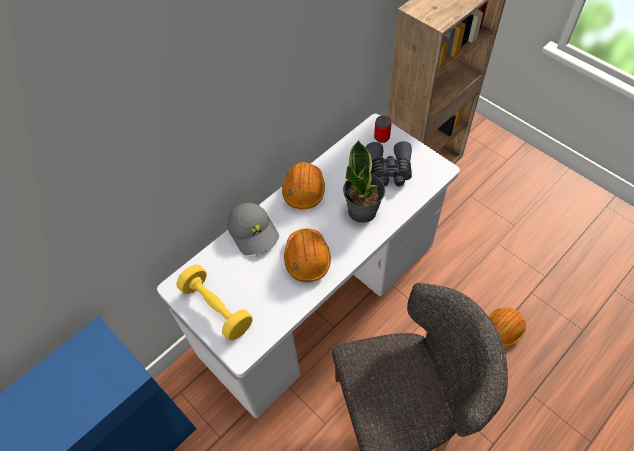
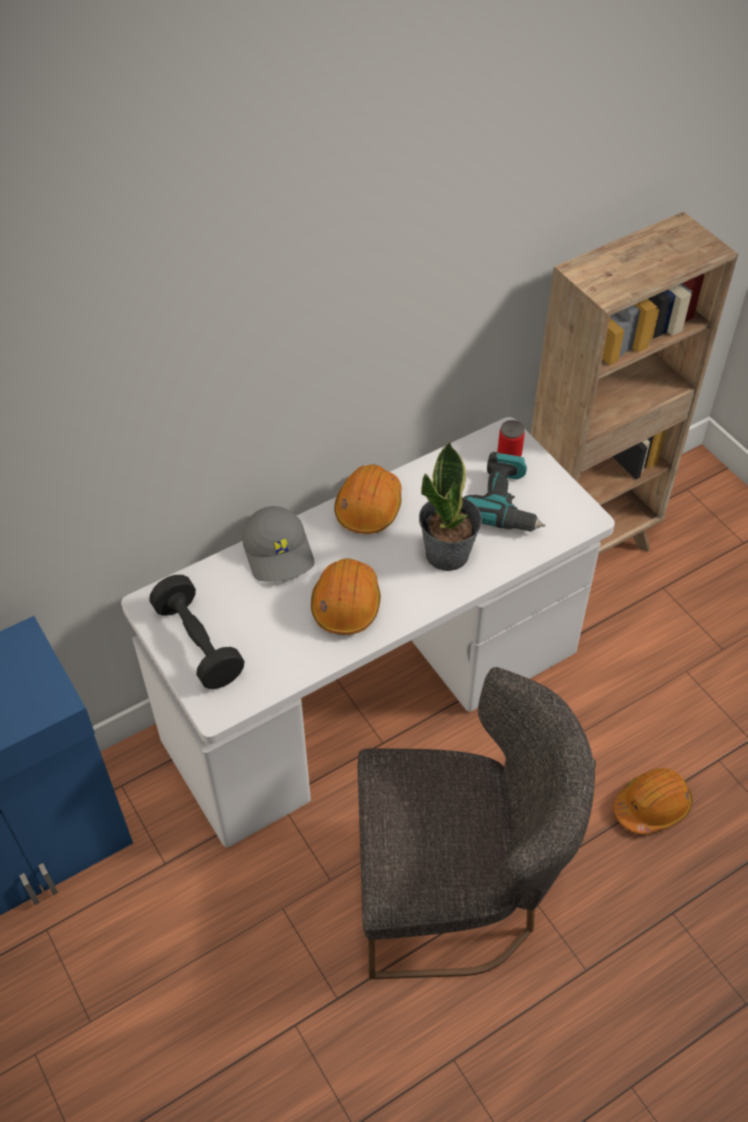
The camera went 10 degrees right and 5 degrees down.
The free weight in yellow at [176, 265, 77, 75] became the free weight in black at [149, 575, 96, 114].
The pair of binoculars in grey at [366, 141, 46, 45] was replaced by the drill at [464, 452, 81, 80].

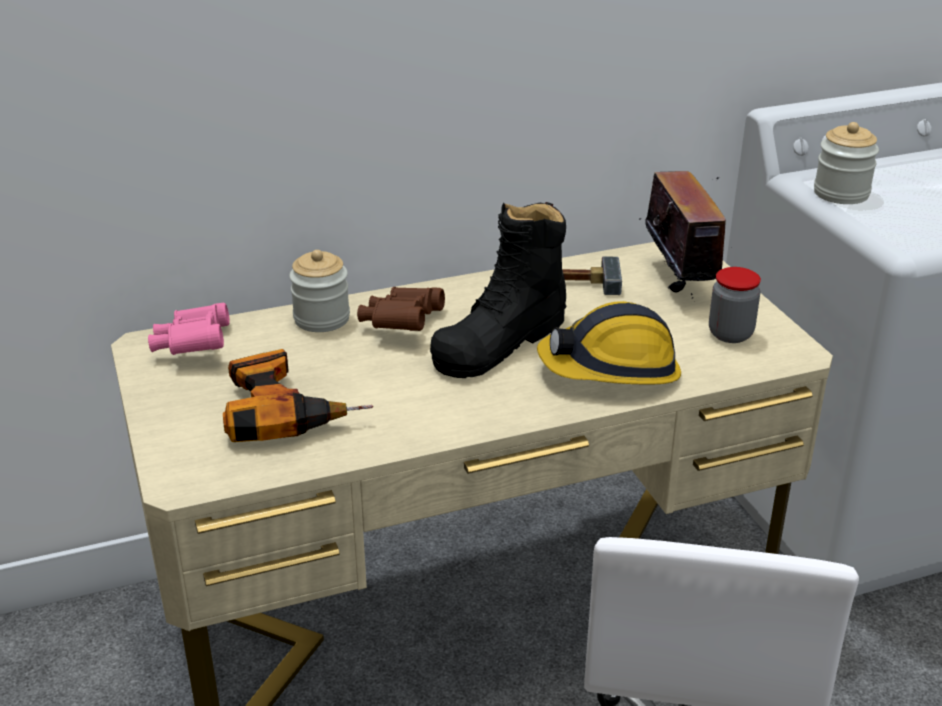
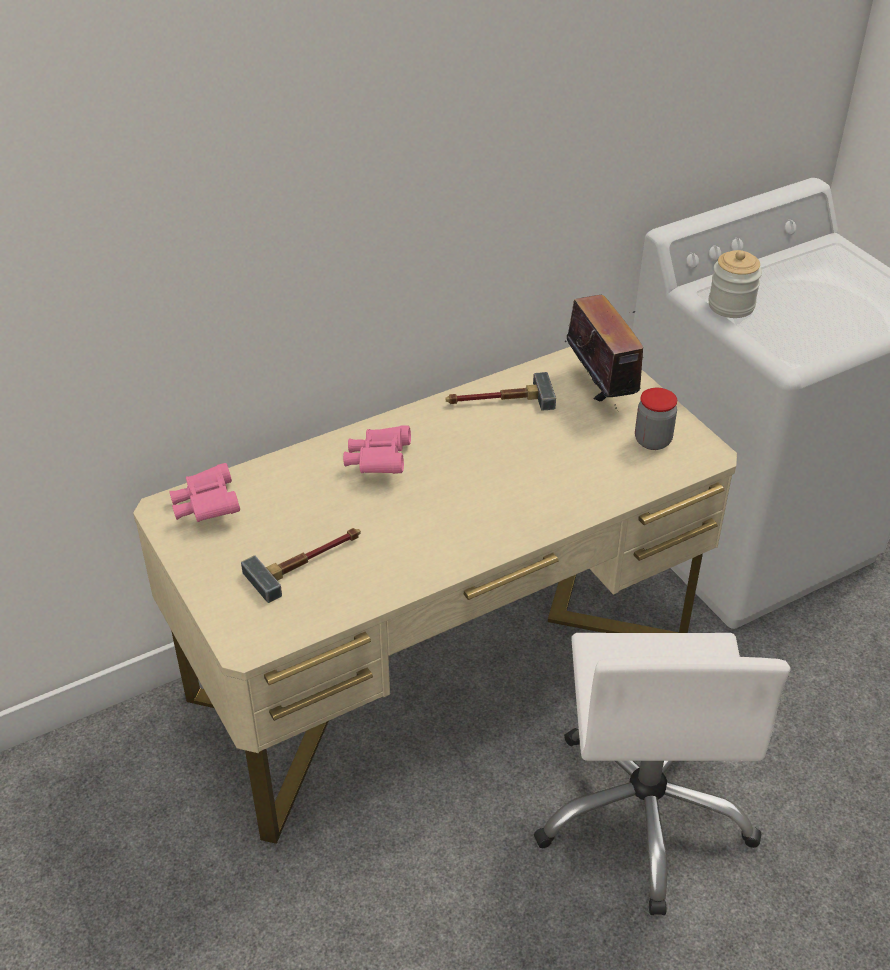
The camera went 10 degrees left and 10 degrees up.
The drill at [223, 349, 150, 93] was replaced by the hand hammer at [241, 528, 120, 75].
The preserve jar at [289, 250, 61, 82] disappeared.
The pair of binoculars in brown-coloured at [357, 287, 88, 44] became the pair of binoculars in pink at [343, 426, 68, 48].
The boot in black at [430, 202, 136, 176] disappeared.
The work helmet at [537, 301, 144, 84] disappeared.

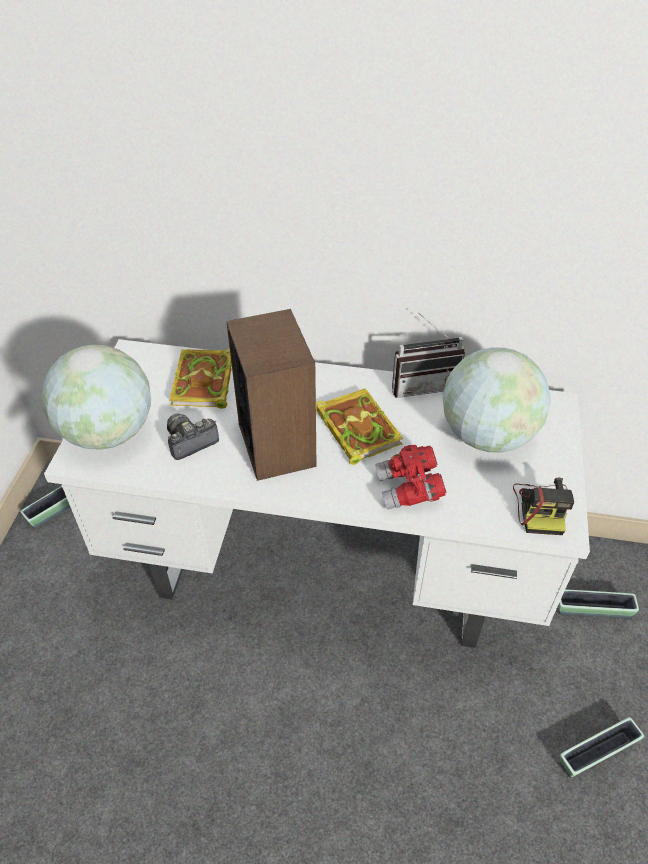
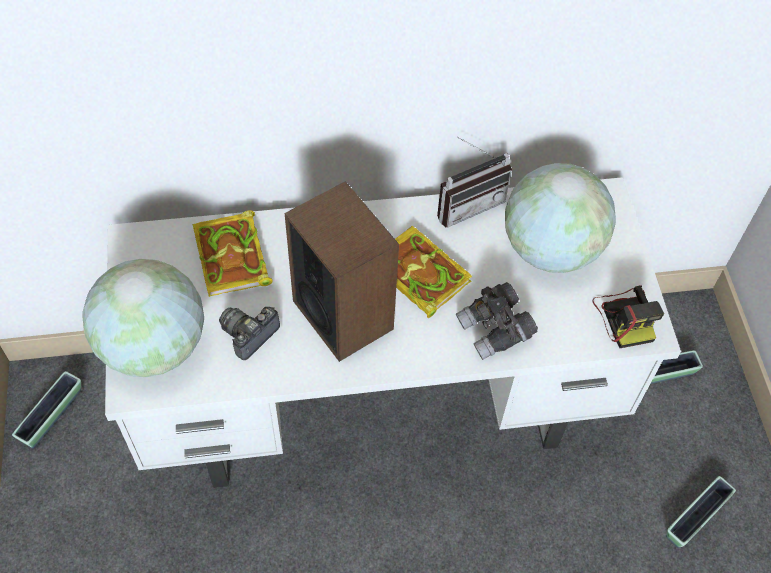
The camera went 20 degrees left and 10 degrees up.
The pair of binoculars in red-coloured at [375, 445, 72, 65] became the pair of binoculars in grey at [456, 282, 82, 78].

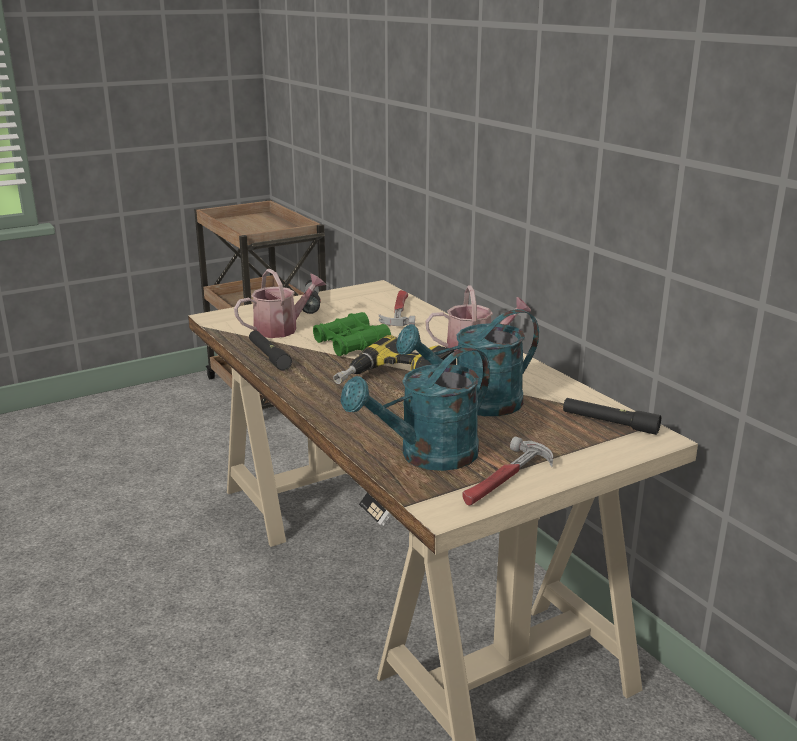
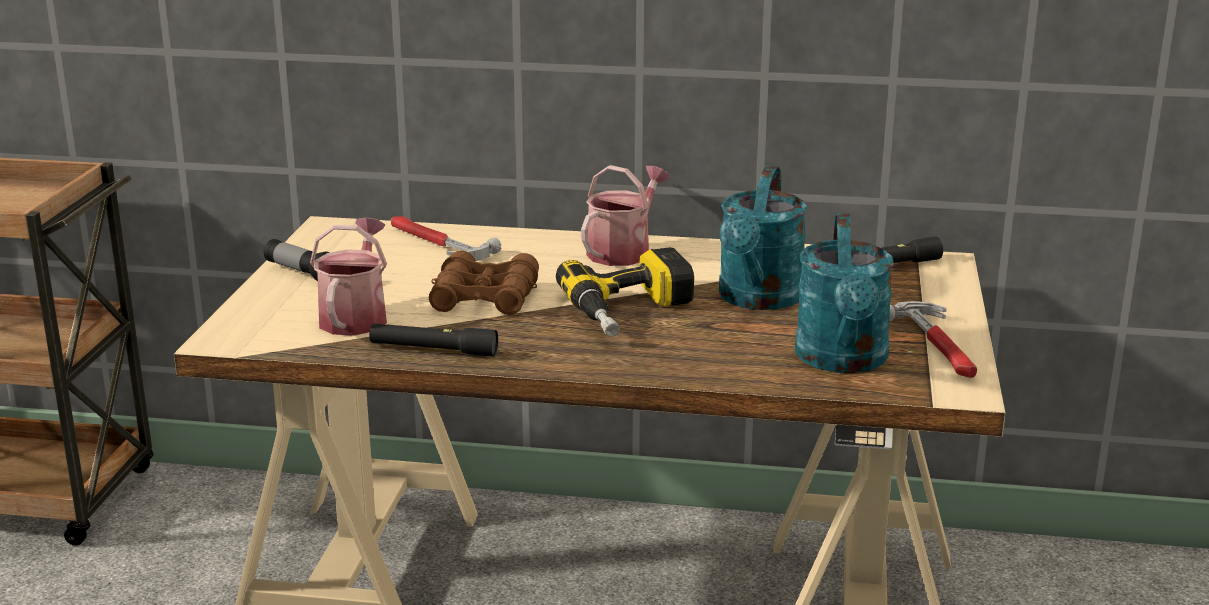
The camera went 50 degrees left and 0 degrees up.
The pair of binoculars in greenish at [313, 312, 78, 44] became the pair of binoculars in brown-coloured at [429, 250, 110, 65].

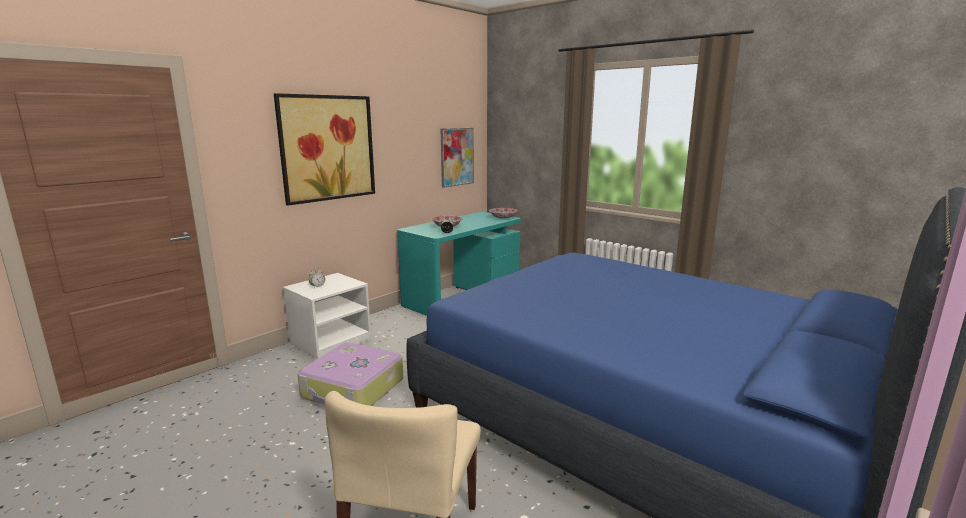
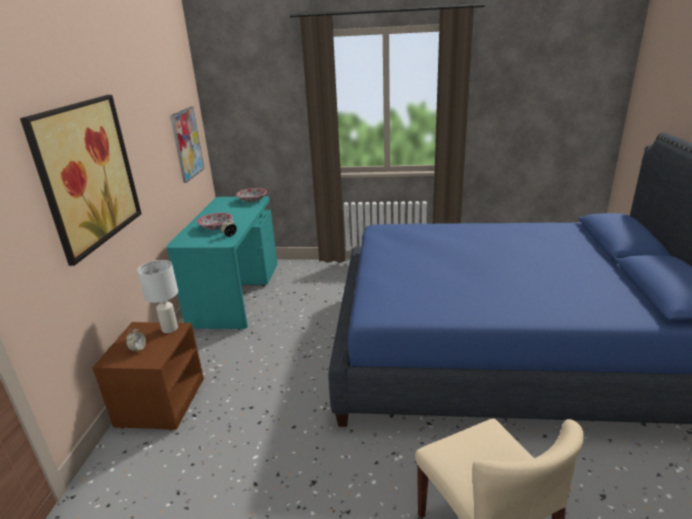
The camera went 35 degrees left and 10 degrees up.
The bedside table in white at [283, 273, 88, 86] became the bedside table in brown-coloured at [92, 322, 112, 109].
The piece of luggage at [298, 343, 105, 63] disappeared.
The table lamp in white at [137, 260, 41, 73] appeared.

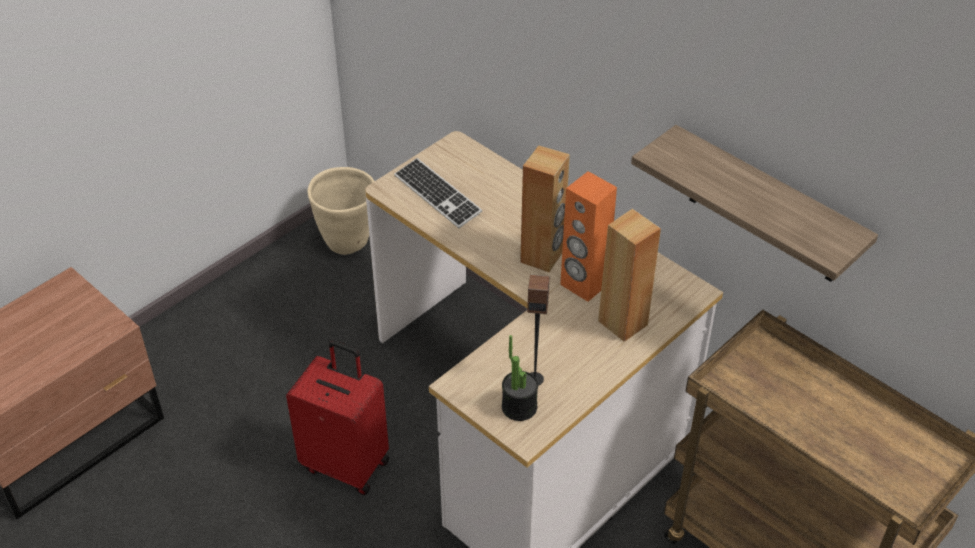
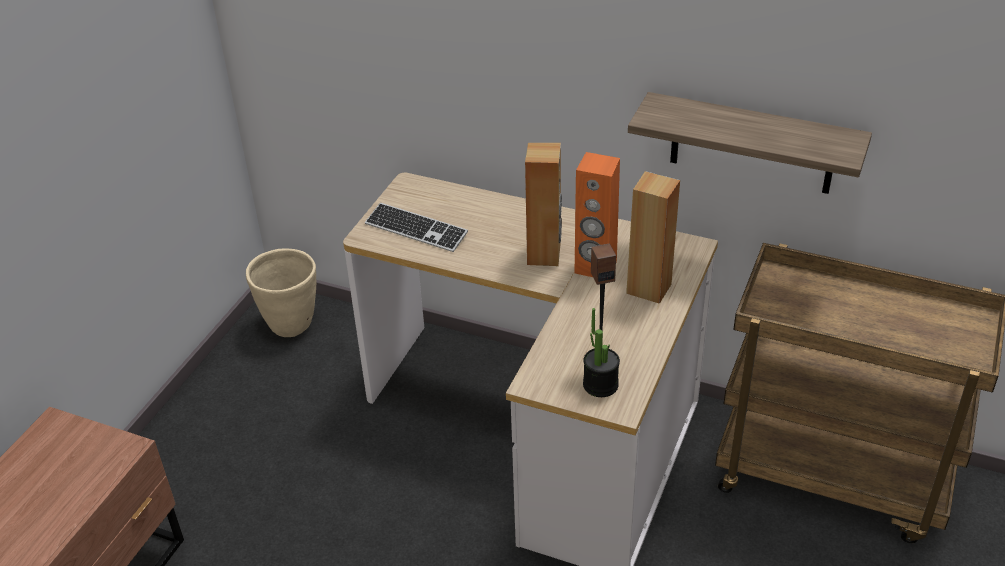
The camera went 20 degrees left and 5 degrees down.
The piece of luggage in red-coloured at [286, 340, 103, 155] disappeared.

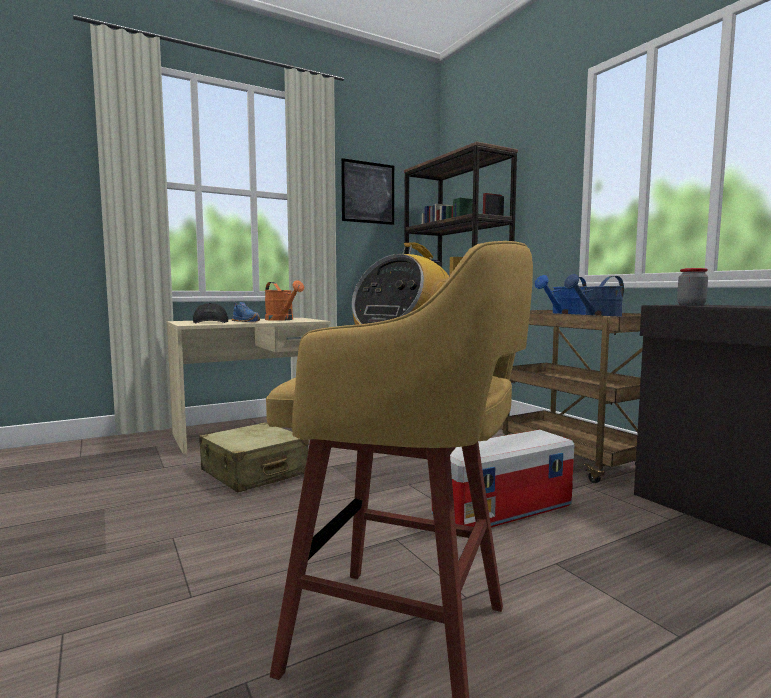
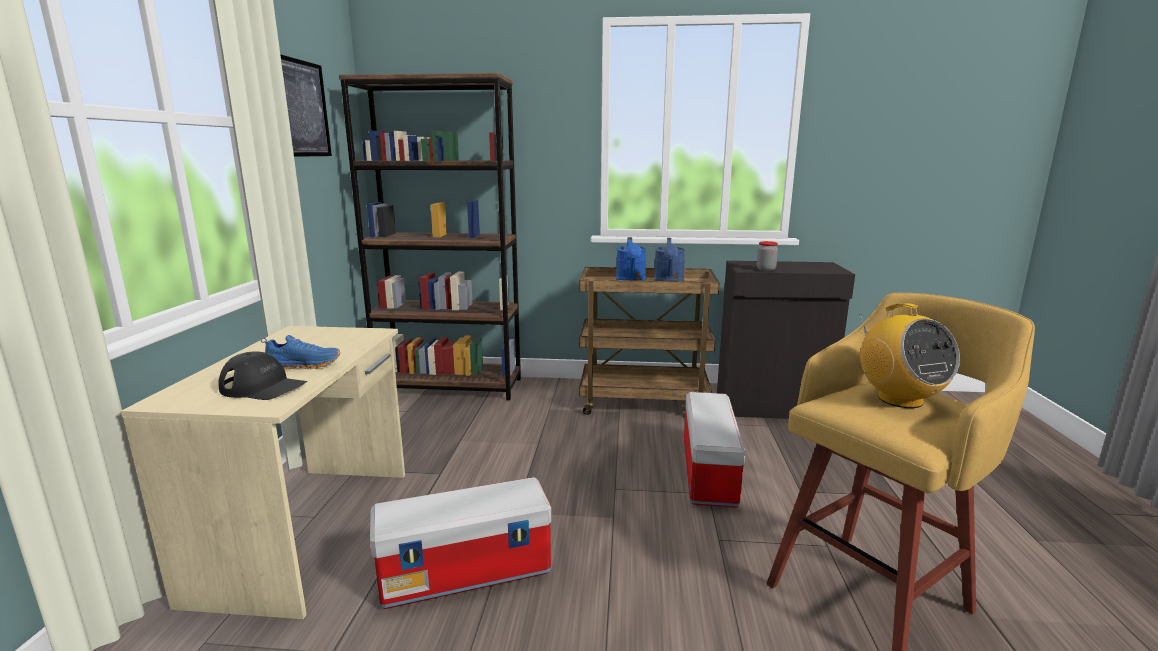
The camera went 55 degrees left and 10 degrees up.
The piece of luggage in beige-coloured at [199, 422, 110, 70] was replaced by the storage box at [370, 477, 181, 132].
The sprinkling can in orangey at [265, 280, 39, 41] disappeared.

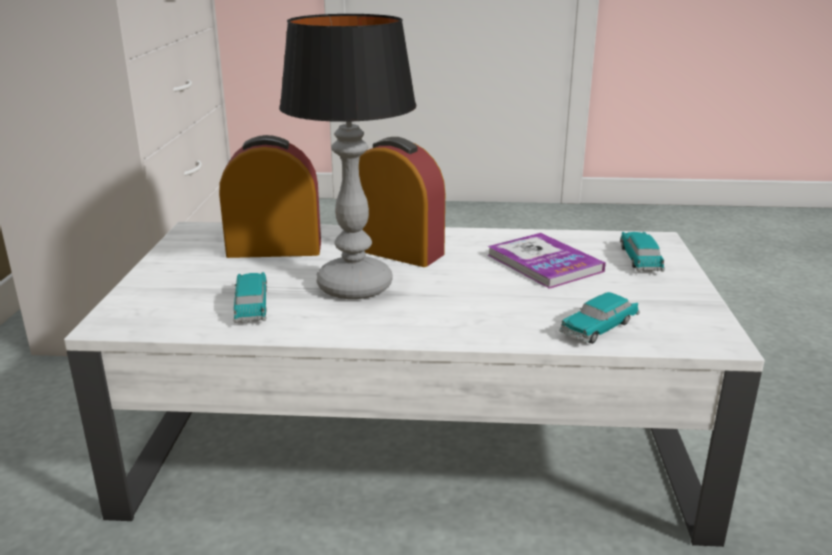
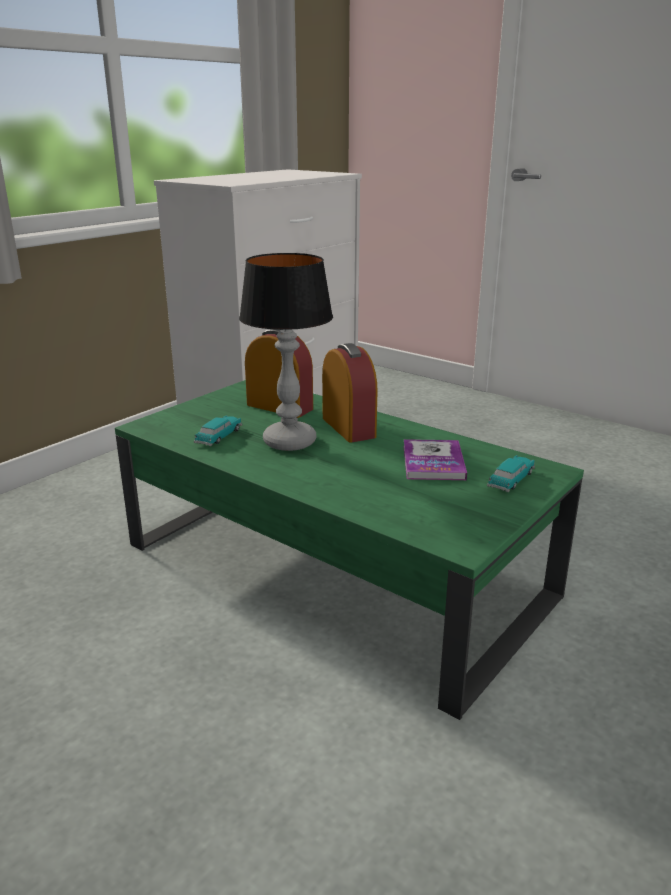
The camera went 35 degrees right and 0 degrees up.
The coffee table in white at [64, 222, 701, 325] became the coffee table in greenish at [115, 380, 469, 340].
The model car at [559, 292, 81, 52] disappeared.

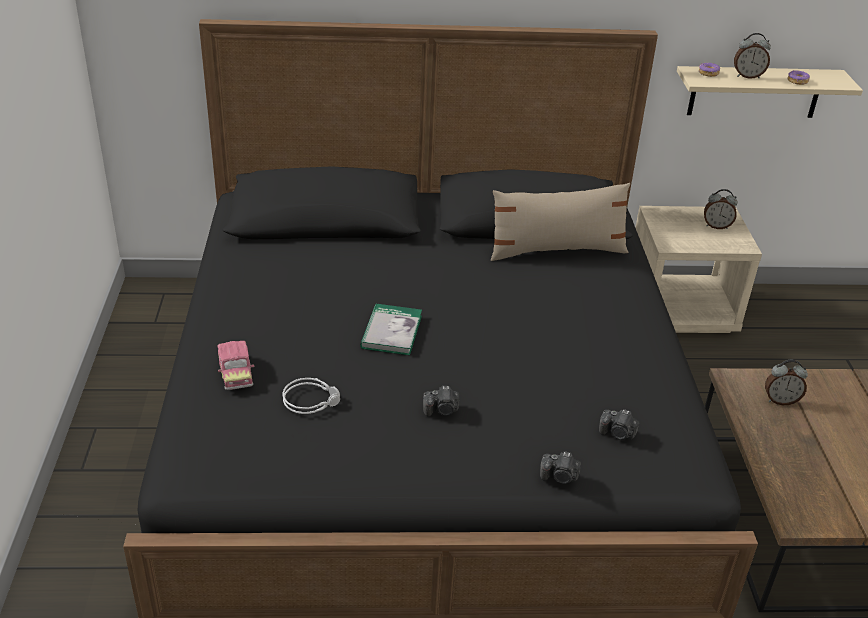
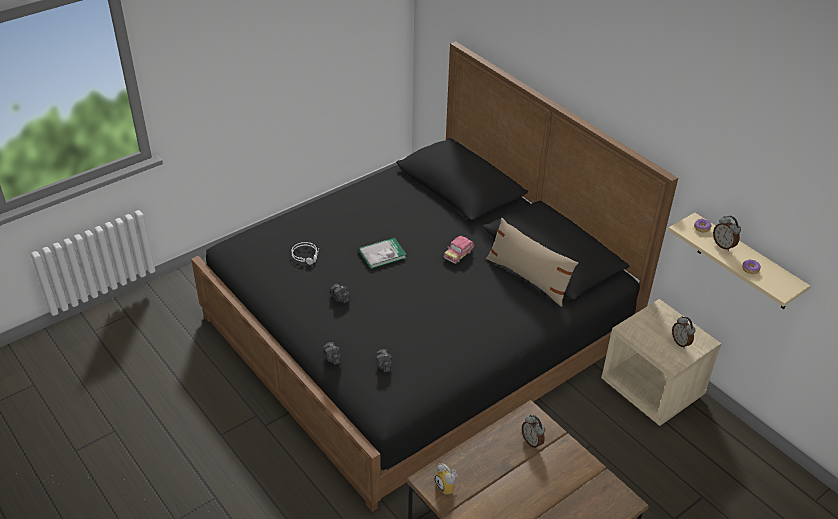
The camera went 55 degrees right and 5 degrees up.
The model car moved from [217, 341, 37, 49] to [444, 236, 30, 28].
The alarm clock at [435, 463, 23, 31] appeared.

